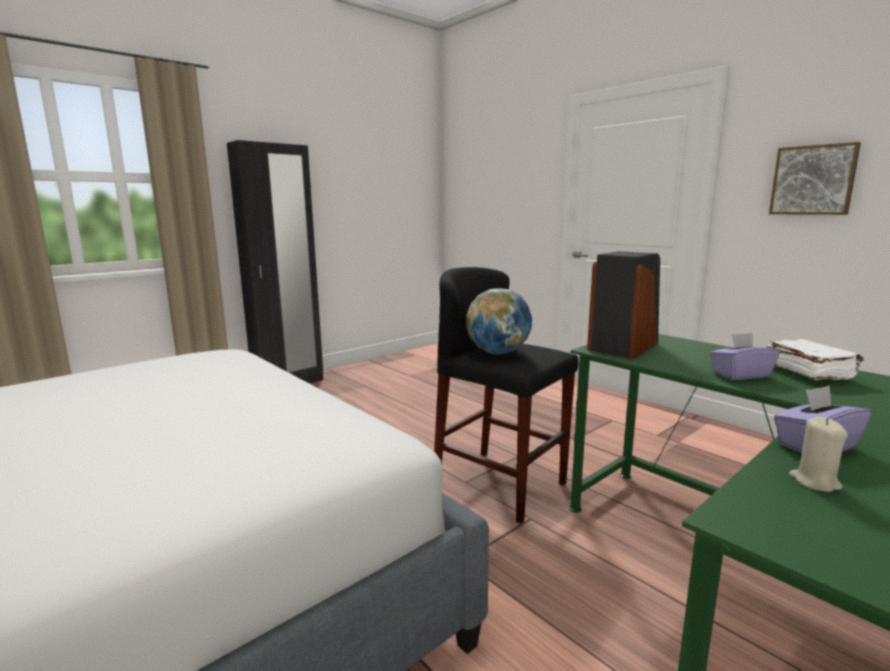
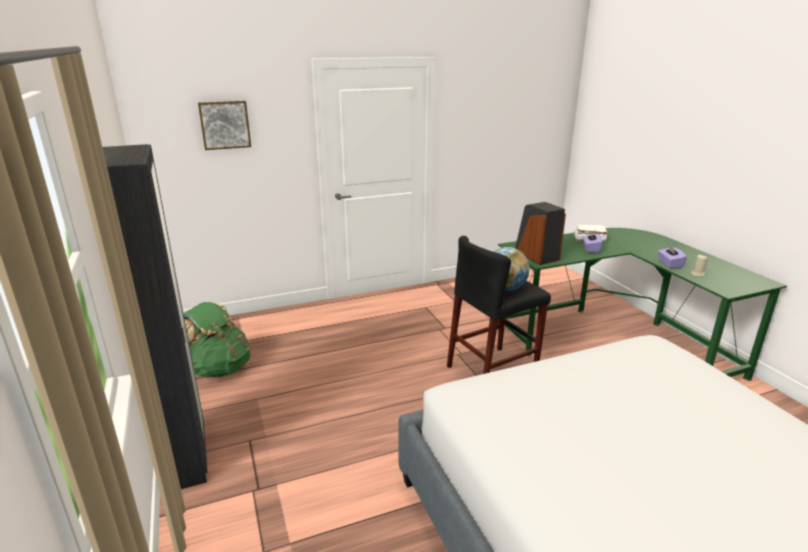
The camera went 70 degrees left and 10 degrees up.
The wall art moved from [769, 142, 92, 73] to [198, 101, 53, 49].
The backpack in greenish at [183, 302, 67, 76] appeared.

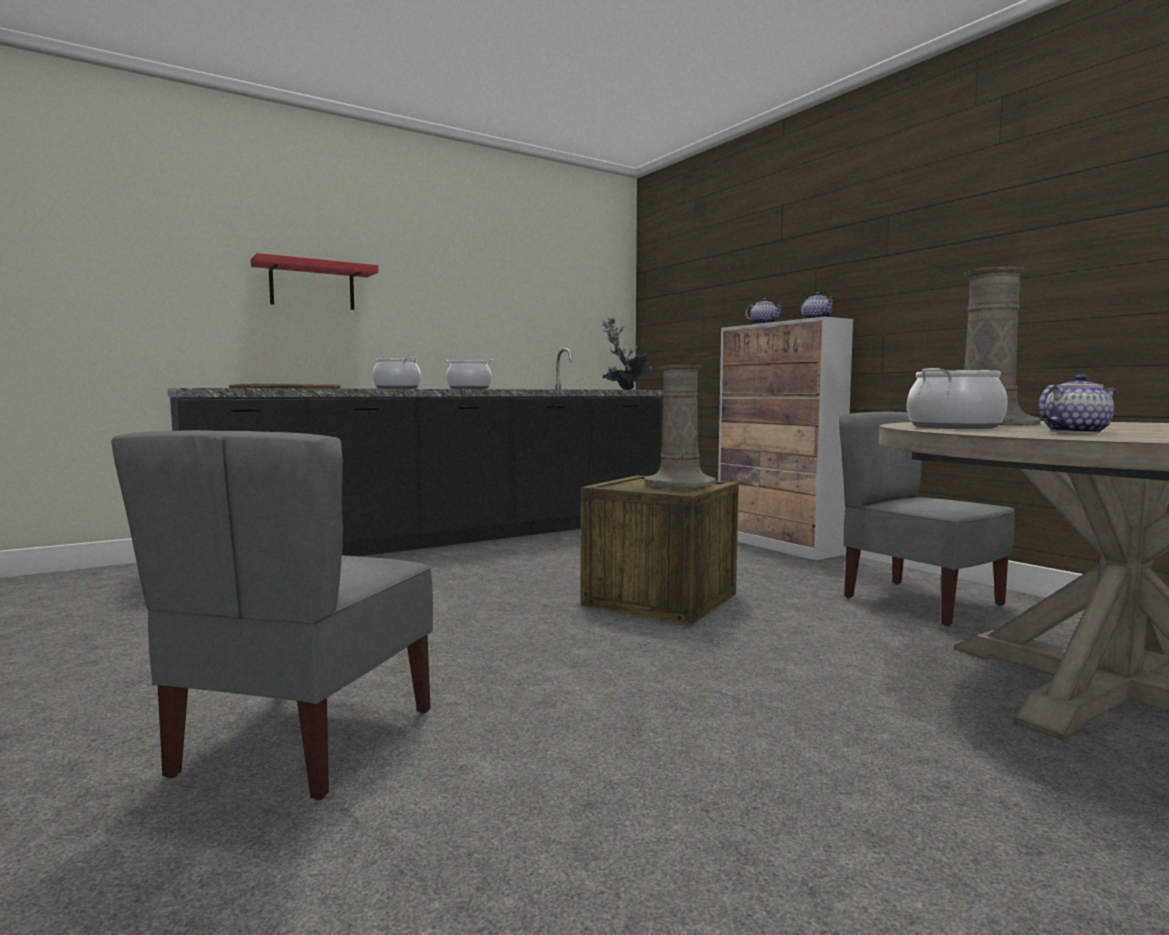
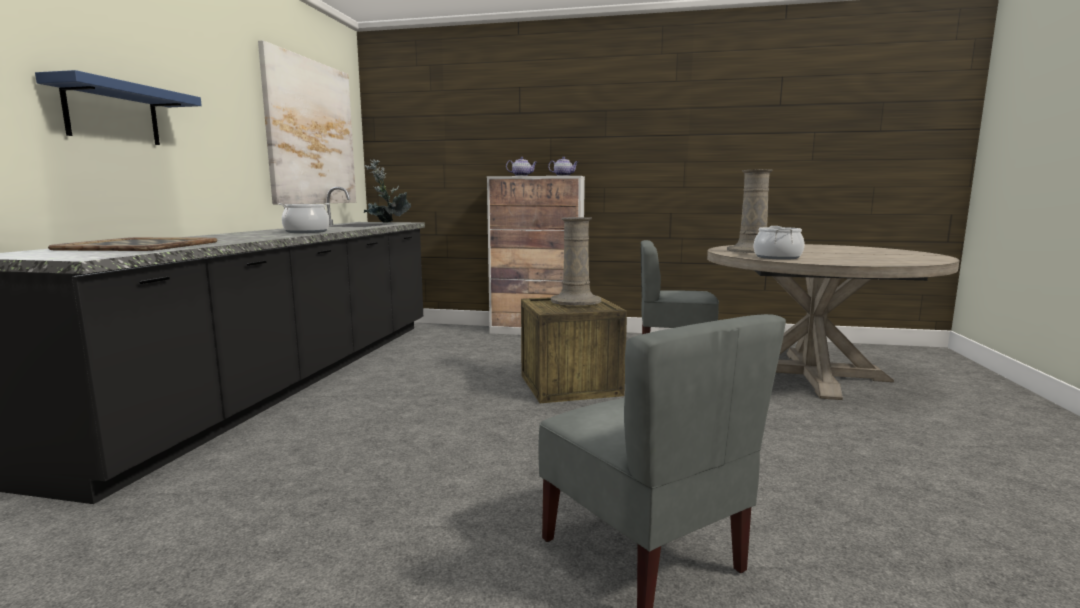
The camera went 45 degrees left and 5 degrees up.
The bracket shelf in red-coloured at [251, 253, 127, 57] became the bracket shelf in bluish at [35, 70, 167, 75].
The cooking pot at [373, 357, 48, 32] disappeared.
The pot for tea at [1039, 374, 78, 60] disappeared.
The wall art at [258, 40, 98, 164] appeared.

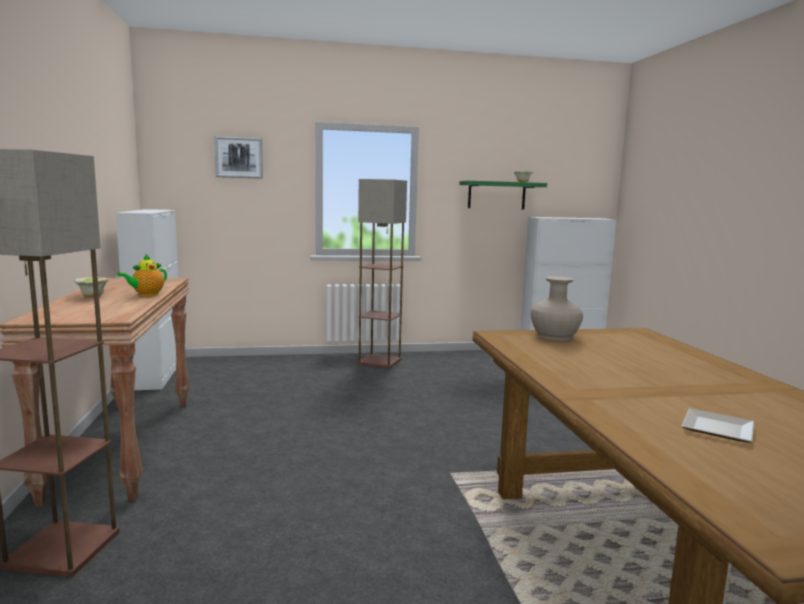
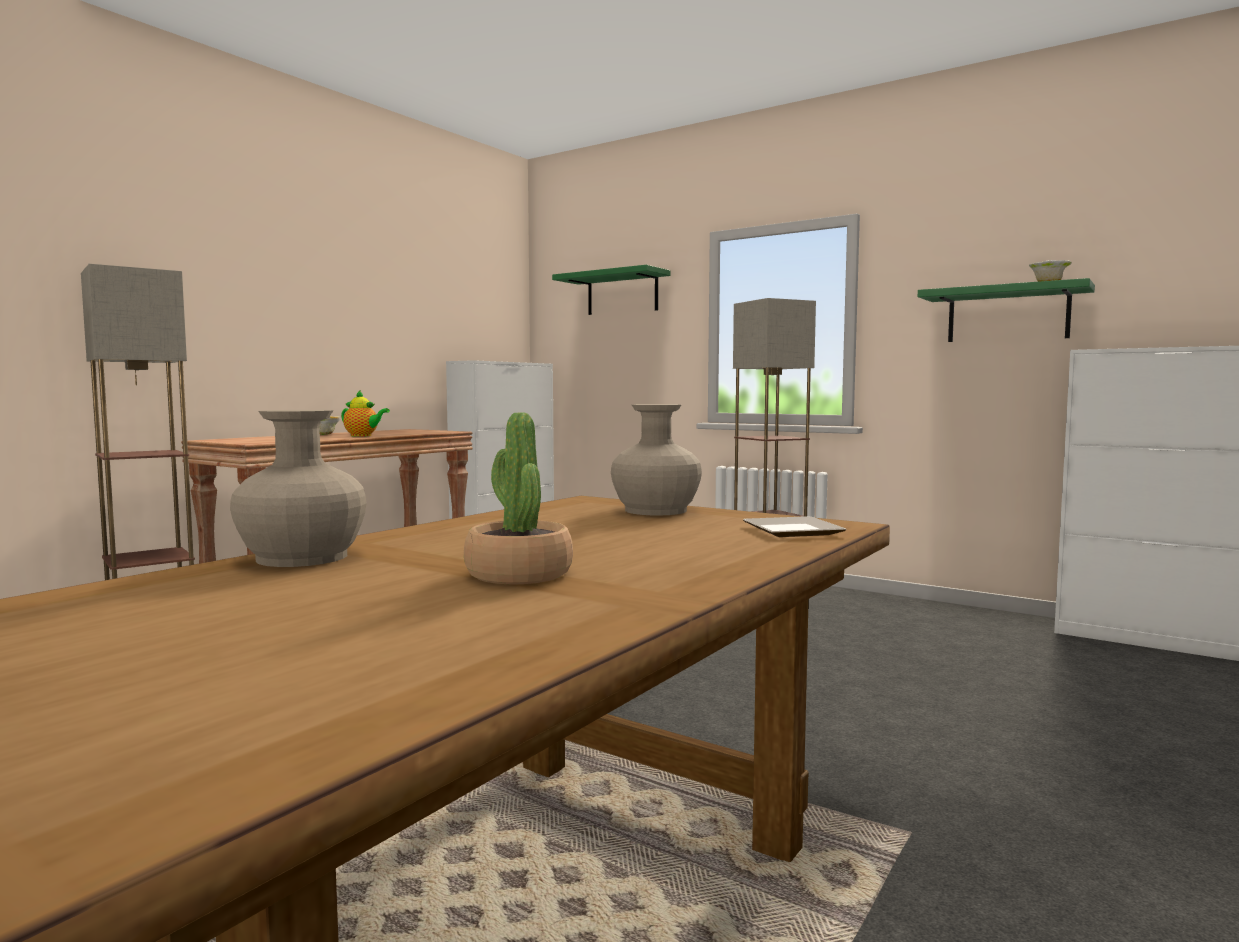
The camera went 45 degrees right and 5 degrees down.
The pot for tea at [117, 253, 50, 43] turned 150 degrees counterclockwise.
The wall art at [214, 136, 49, 43] was replaced by the bracket shelf in greenish at [552, 265, 119, 50].
The plate moved from [682, 408, 72, 35] to [743, 516, 103, 21].
The decorative vase in beige-coloured at [230, 410, 136, 157] appeared.
The plant in a pot at [464, 413, 109, 171] appeared.

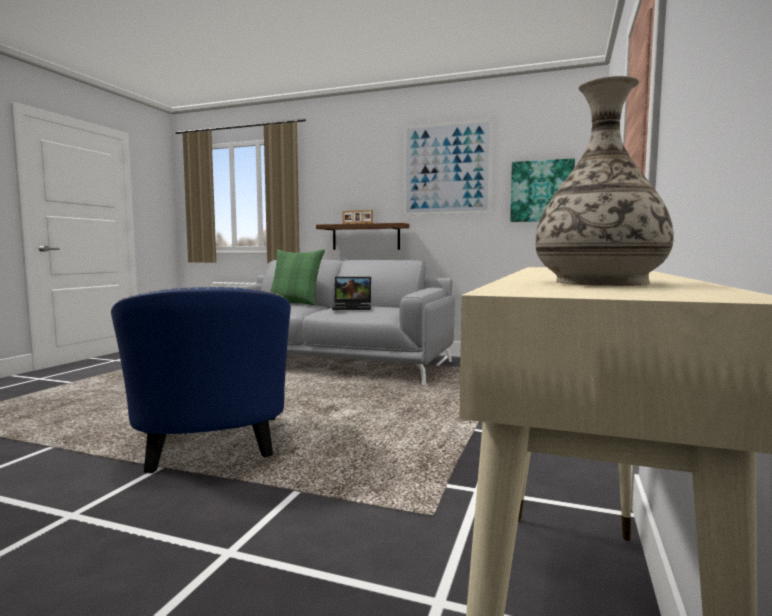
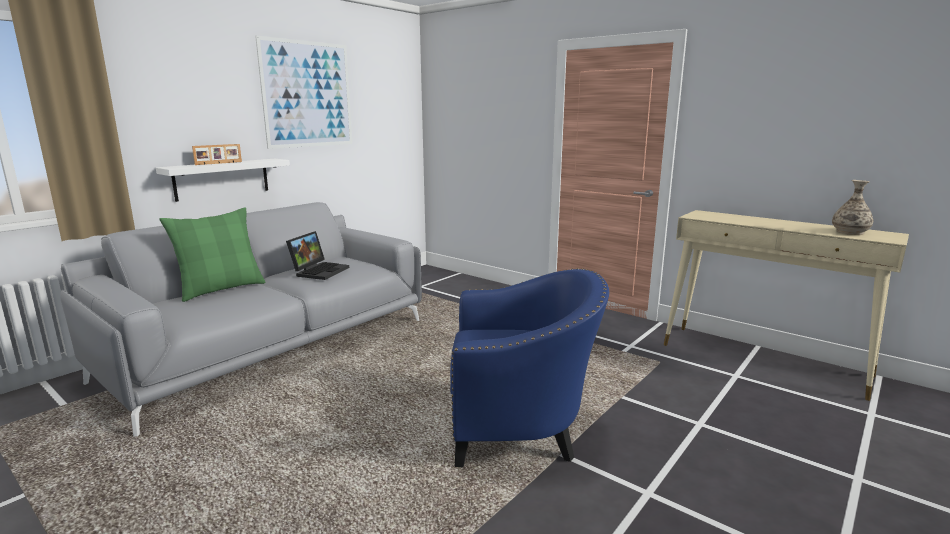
The camera went 70 degrees left and 10 degrees up.
The bracket shelf in brown-coloured at [316, 223, 93, 27] became the bracket shelf in white at [156, 159, 134, 43].
The wall art at [510, 158, 65, 64] disappeared.

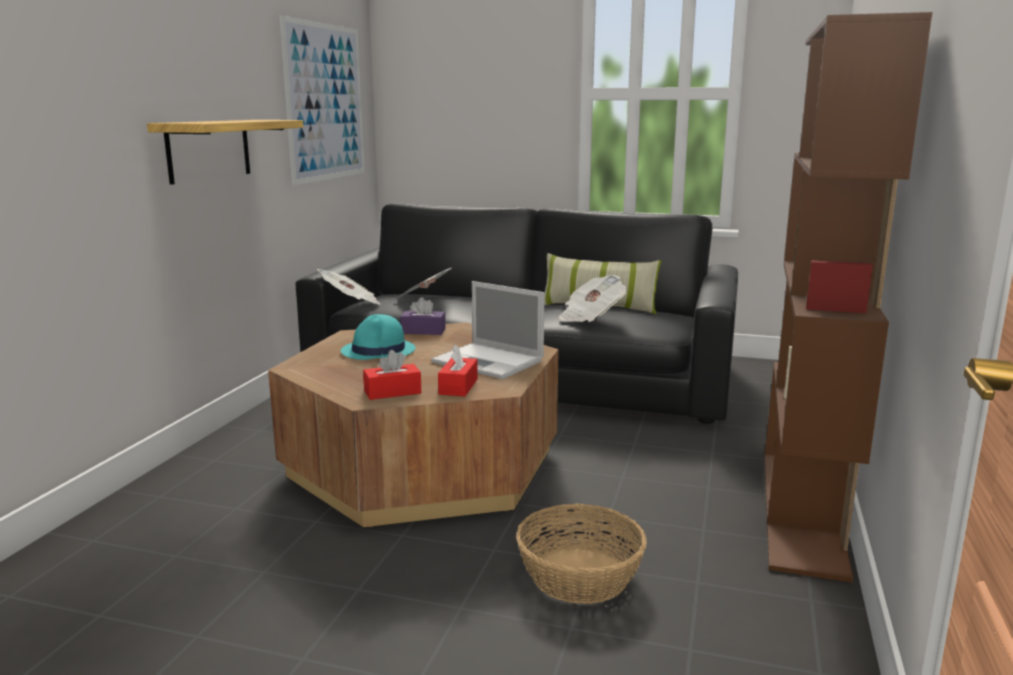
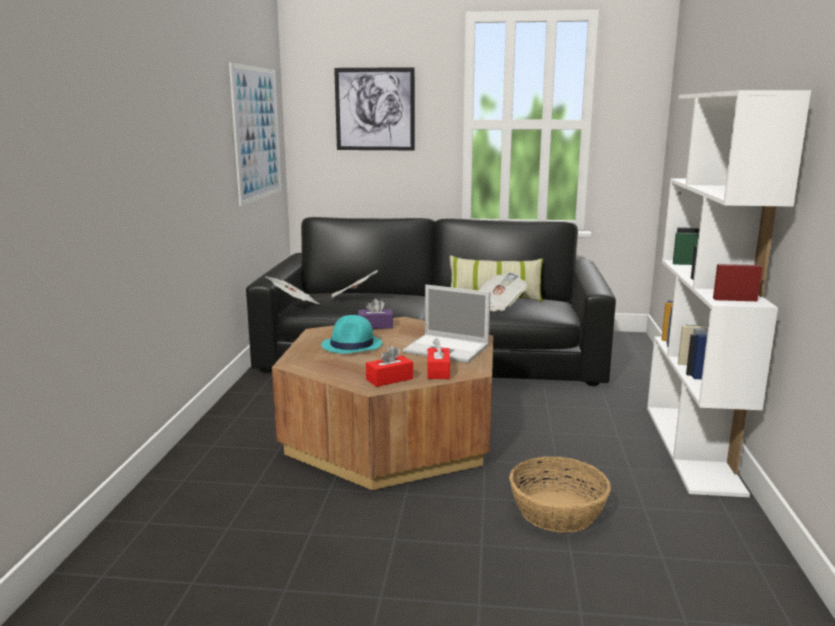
The camera went 10 degrees left and 0 degrees up.
The bracket shelf at [147, 120, 157, 65] disappeared.
The shelving unit in brown-coloured at [765, 12, 167, 571] became the shelving unit in white at [647, 90, 164, 407].
The wall art at [334, 67, 81, 83] appeared.

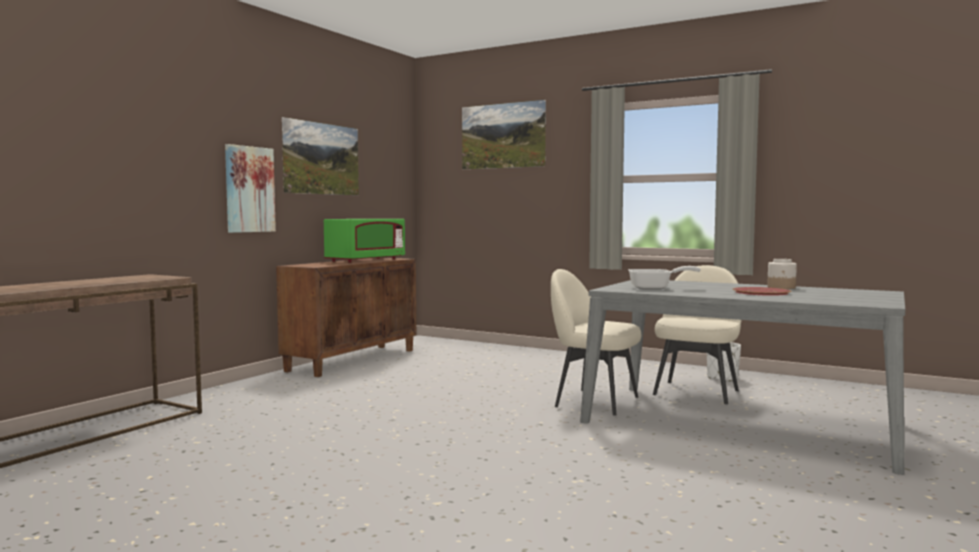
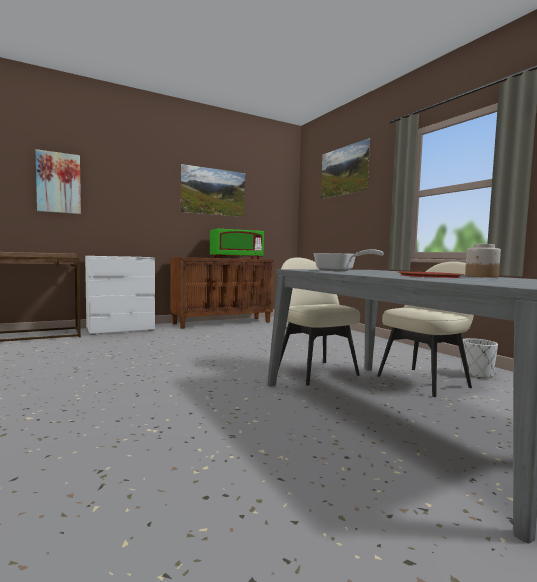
The camera went 30 degrees right and 0 degrees up.
The wall art moved from [225, 144, 51, 89] to [35, 149, 46, 65].
The chest of drawers in white at [85, 256, 70, 79] appeared.

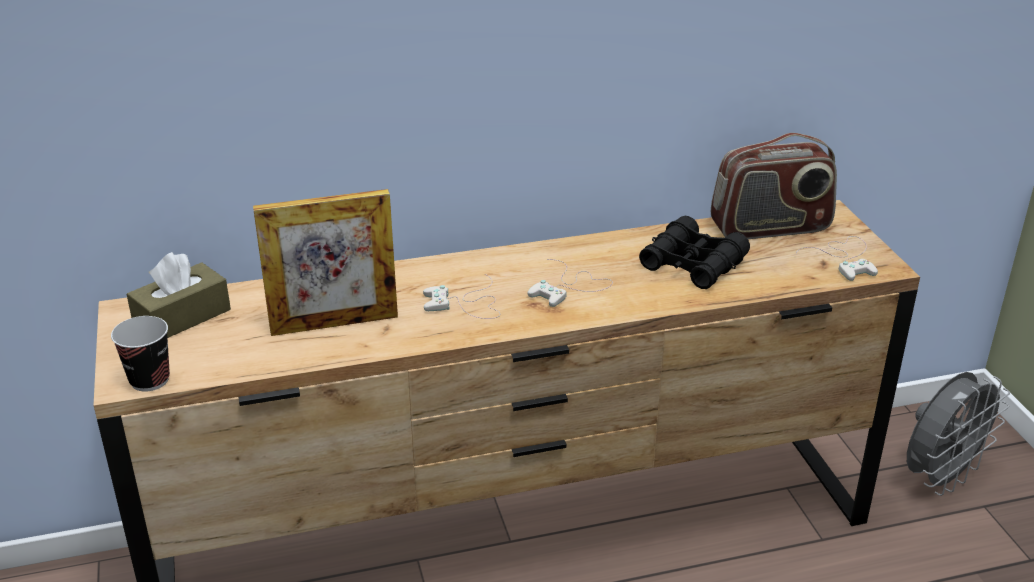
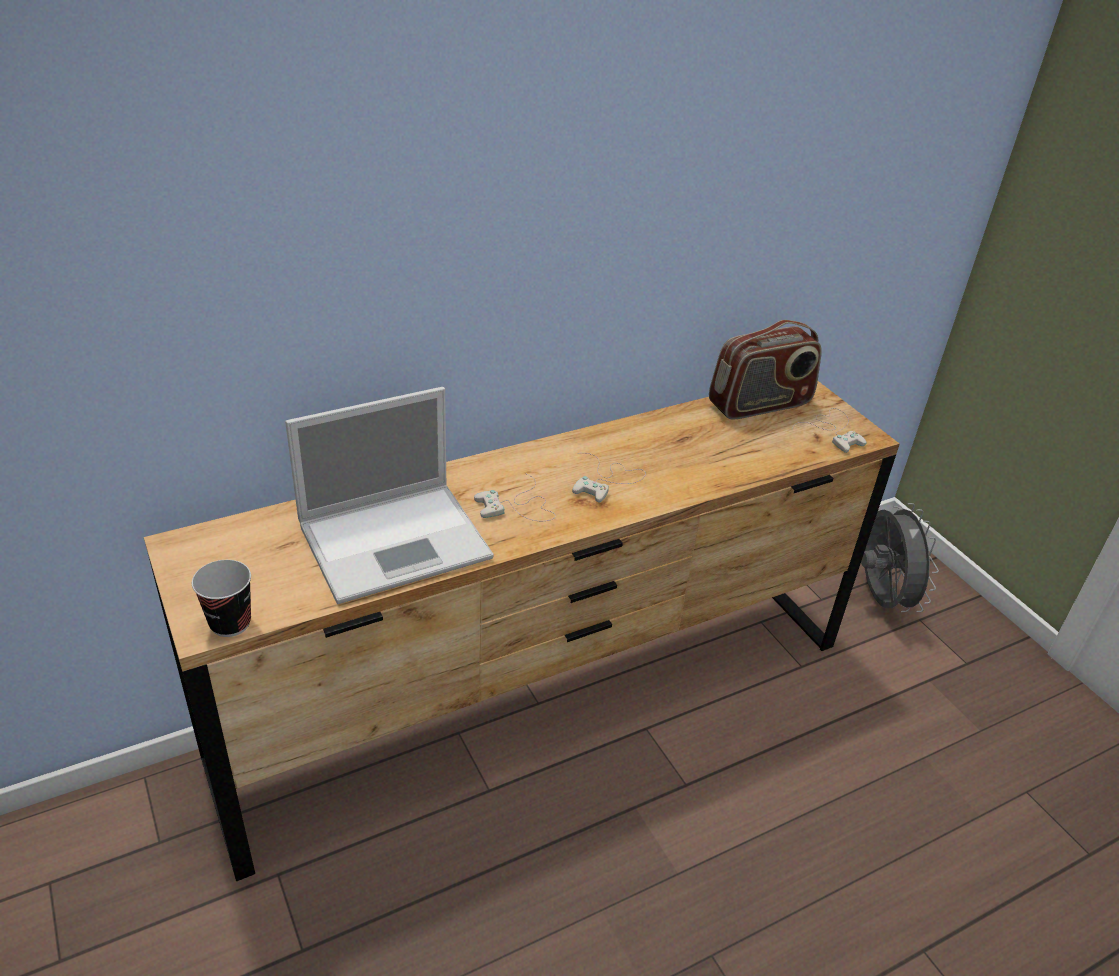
The camera went 15 degrees left and 5 degrees up.
The tissue box in brown-coloured at [127, 252, 104, 86] disappeared.
The picture frame at [253, 189, 145, 147] was replaced by the portable computer at [285, 387, 209, 217].
The pair of binoculars in black at [639, 216, 111, 73] disappeared.
The cooling fan in grey at [907, 372, 103, 124] turned 45 degrees counterclockwise.

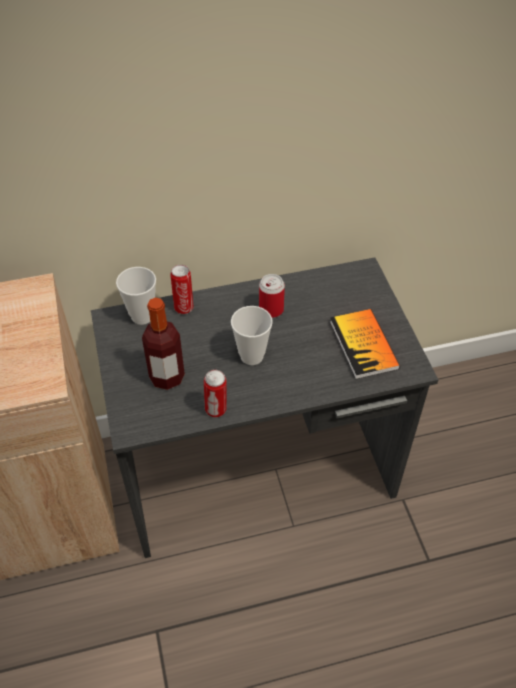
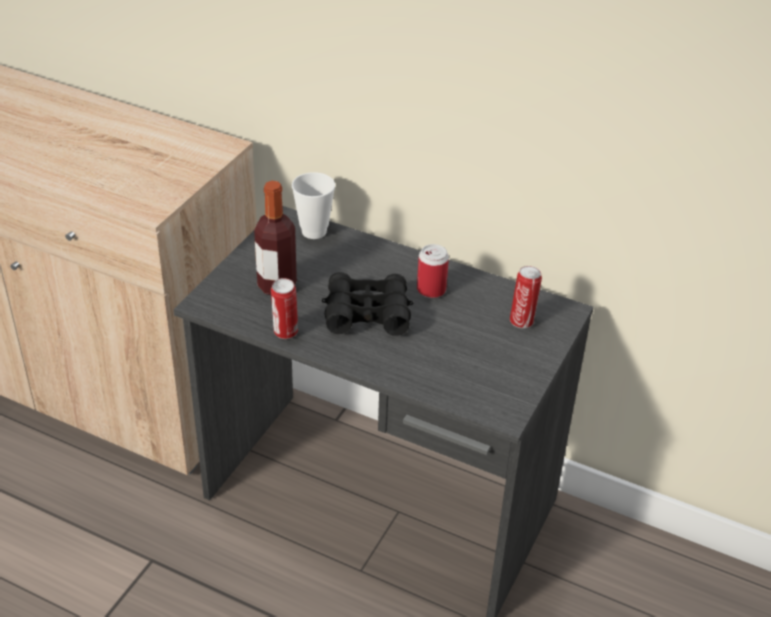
The camera went 40 degrees right and 10 degrees down.
The sealed can moved from [170, 265, 24, 49] to [510, 266, 32, 63].
The cup at [231, 306, 42, 59] was replaced by the pair of binoculars in black at [322, 272, 91, 64].
The bound book at [330, 309, 70, 70] disappeared.

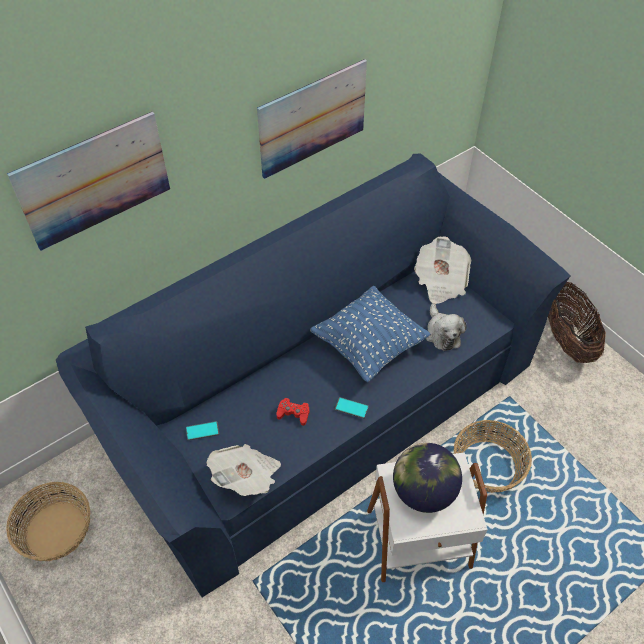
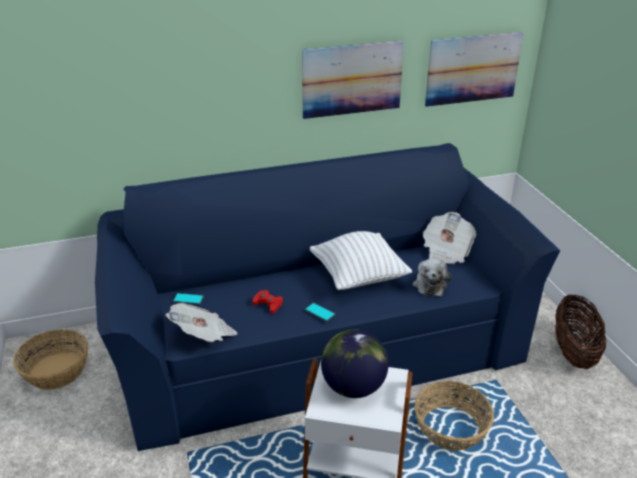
The camera went 20 degrees right and 20 degrees down.
The wall art moved from [7, 112, 163, 139] to [425, 32, 99, 75].
The pillow in bluish at [310, 286, 120, 96] became the pillow in white at [310, 231, 102, 59].

